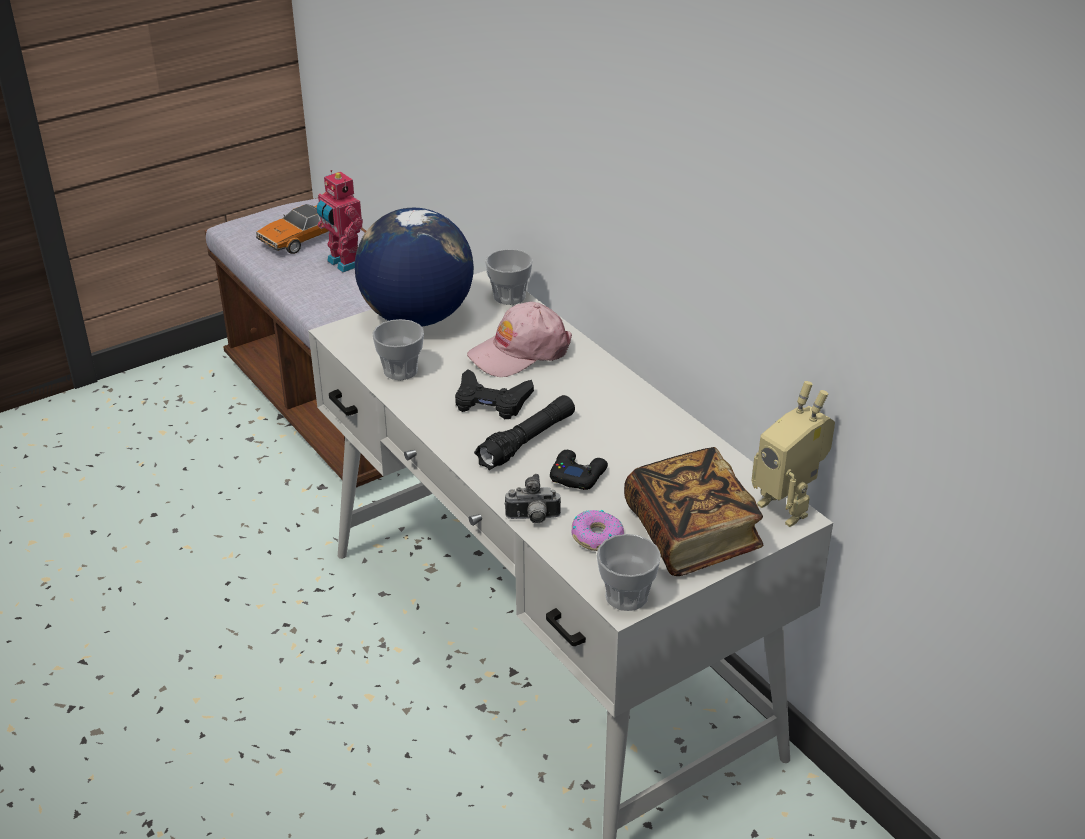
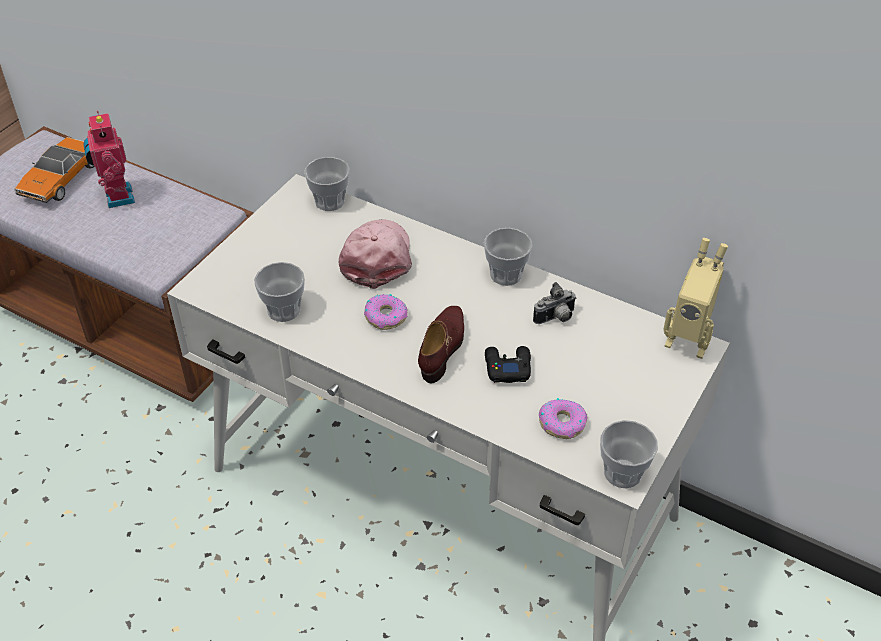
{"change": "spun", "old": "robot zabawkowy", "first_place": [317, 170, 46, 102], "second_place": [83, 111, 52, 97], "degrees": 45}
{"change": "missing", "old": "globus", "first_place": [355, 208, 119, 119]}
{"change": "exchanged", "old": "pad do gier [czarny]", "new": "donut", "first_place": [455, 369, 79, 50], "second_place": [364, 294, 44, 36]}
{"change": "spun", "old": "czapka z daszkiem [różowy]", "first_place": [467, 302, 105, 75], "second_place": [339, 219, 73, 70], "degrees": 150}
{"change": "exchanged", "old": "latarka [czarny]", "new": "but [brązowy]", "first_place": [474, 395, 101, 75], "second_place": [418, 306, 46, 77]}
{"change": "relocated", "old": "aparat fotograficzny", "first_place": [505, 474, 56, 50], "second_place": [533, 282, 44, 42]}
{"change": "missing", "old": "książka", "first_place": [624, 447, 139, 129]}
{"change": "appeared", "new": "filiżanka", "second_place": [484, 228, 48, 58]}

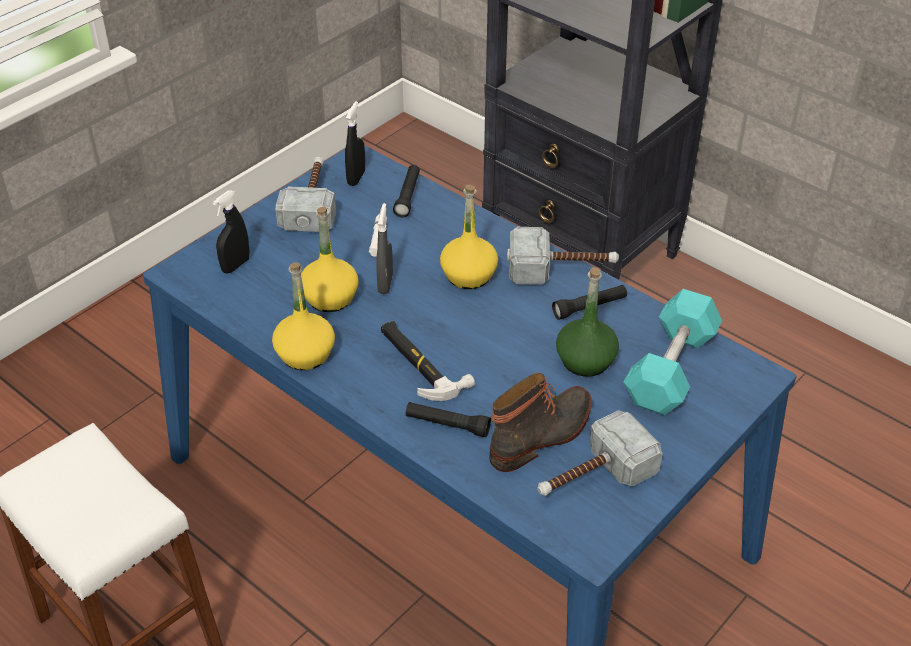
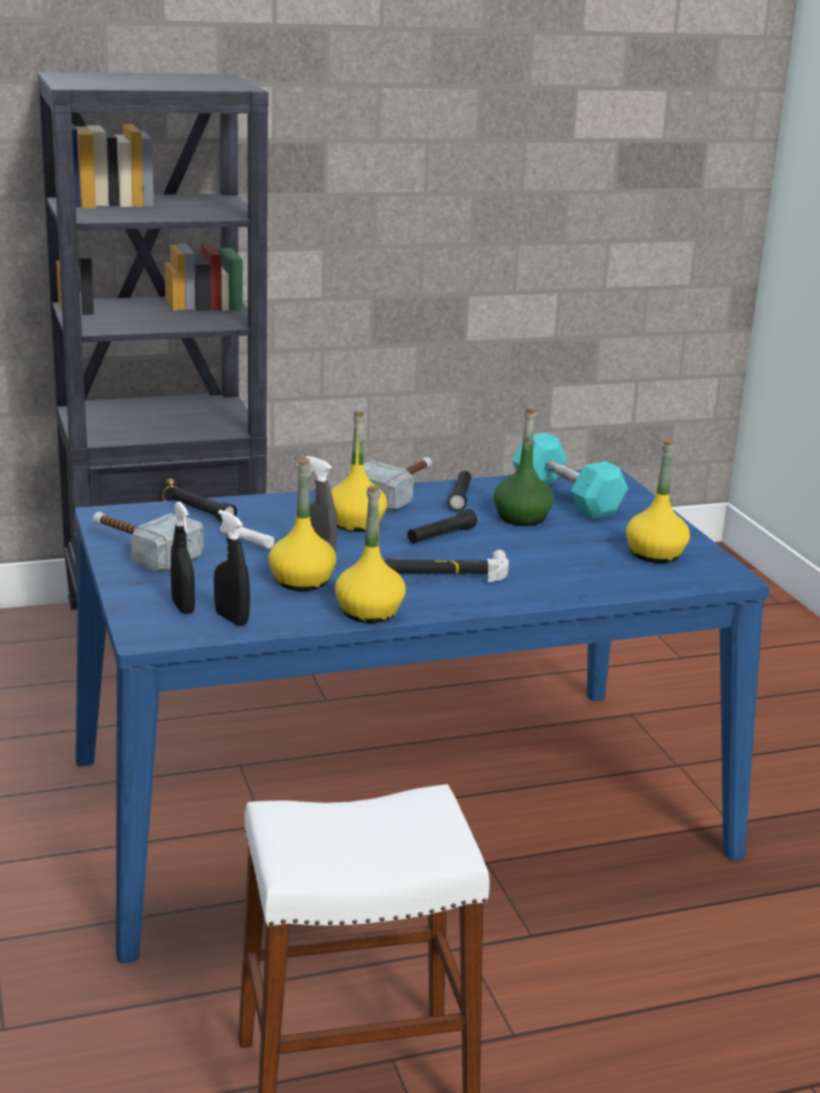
{"change": "relocated", "old": "spryskiwacz [czarny]", "first_place": [345, 101, 20, 85], "second_place": [214, 510, 36, 116]}
{"change": "relocated", "old": "latarka [czarny]", "first_place": [406, 402, 85, 35], "second_place": [407, 509, 70, 34]}
{"change": "missing", "old": "but z cholewką", "first_place": [489, 373, 103, 99]}
{"change": "exchanged", "old": "młotek", "new": "butelka [żółty]", "first_place": [537, 410, 125, 86], "second_place": [626, 439, 64, 124]}

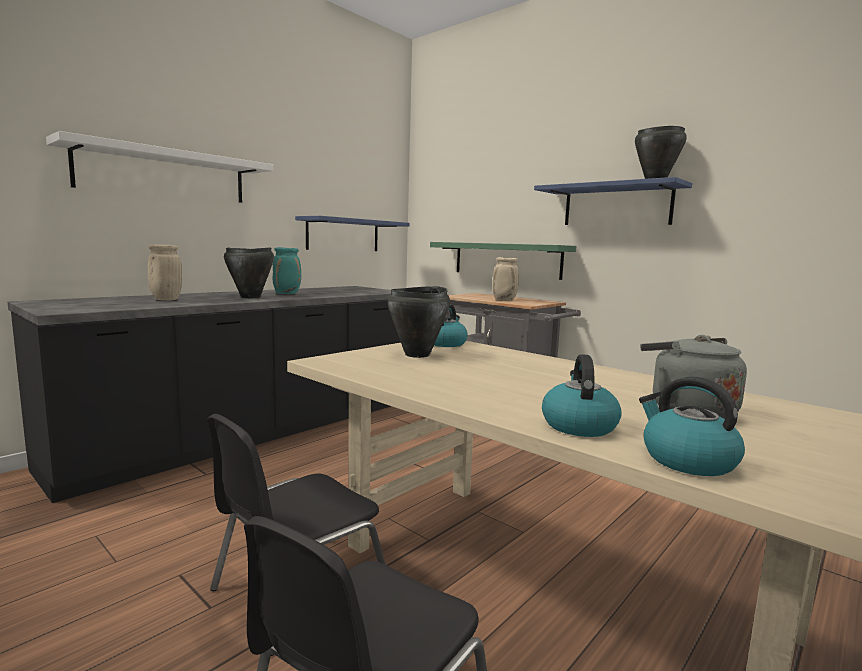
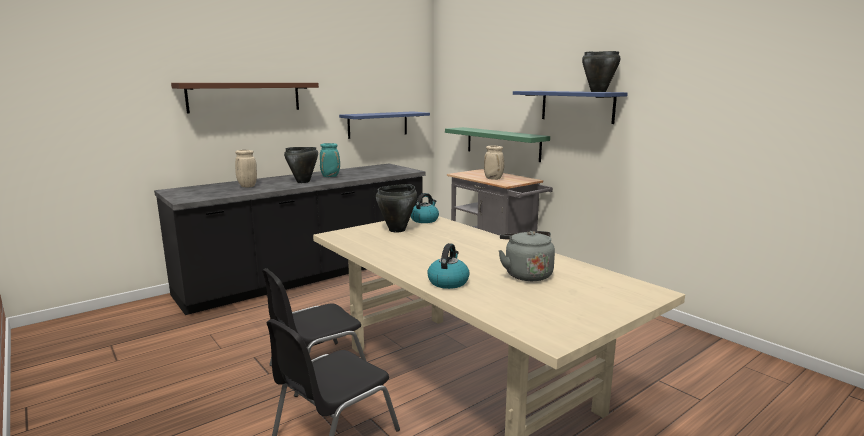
{"change": "colour", "old": "półka [biały]", "new": "półka [brązowy]", "first_place": [46, 131, 227, 72], "second_place": [171, 83, 148, 31]}
{"change": "missing", "old": "czajnik", "first_place": [639, 377, 106, 99]}

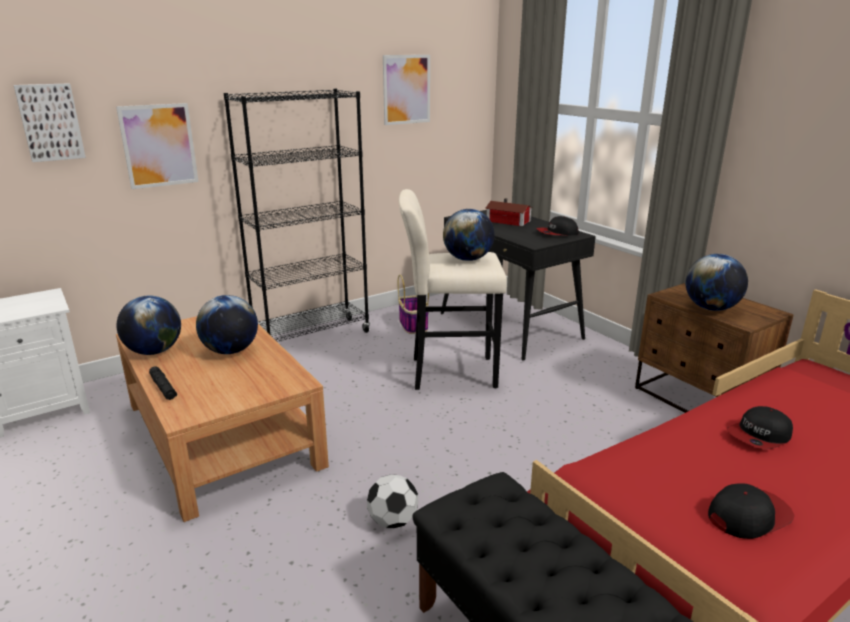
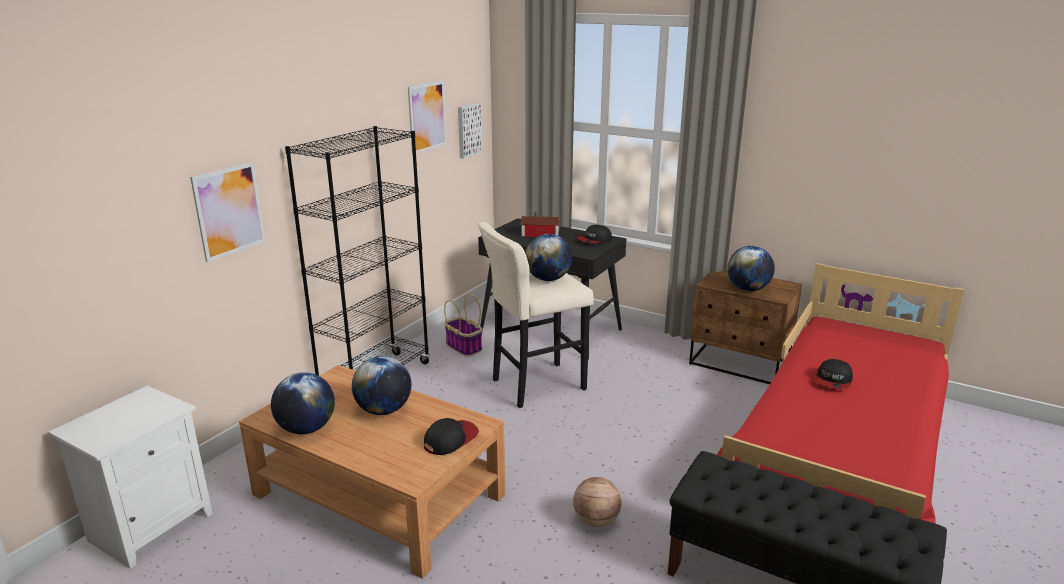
{"change": "relocated", "old": "obraz", "first_place": [14, 83, 72, 79], "second_place": [458, 103, 25, 56]}
{"change": "missing", "old": "latarka [czarny]", "first_place": [149, 366, 28, 34]}
{"change": "exchanged", "old": "piłka futbolowa", "new": "piłka do koszykówki", "first_place": [367, 474, 51, 54], "second_place": [573, 477, 49, 50]}
{"change": "relocated", "old": "czapka z daszkiem", "first_place": [708, 483, 87, 56], "second_place": [424, 418, 55, 37]}

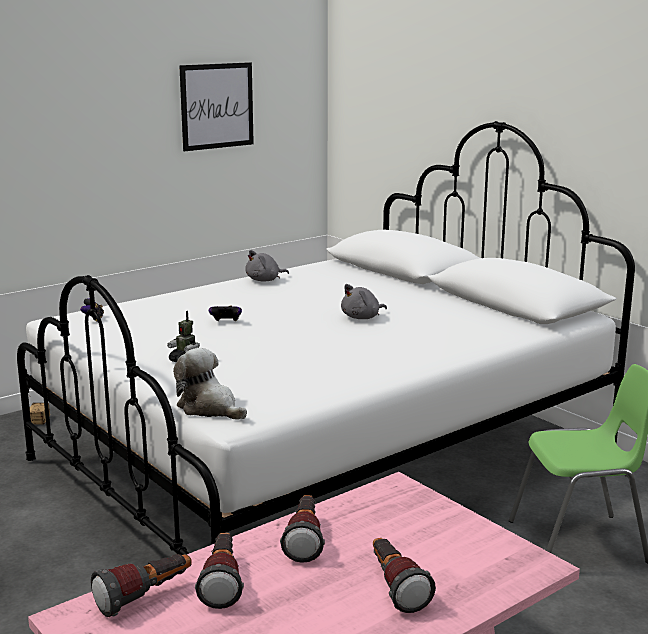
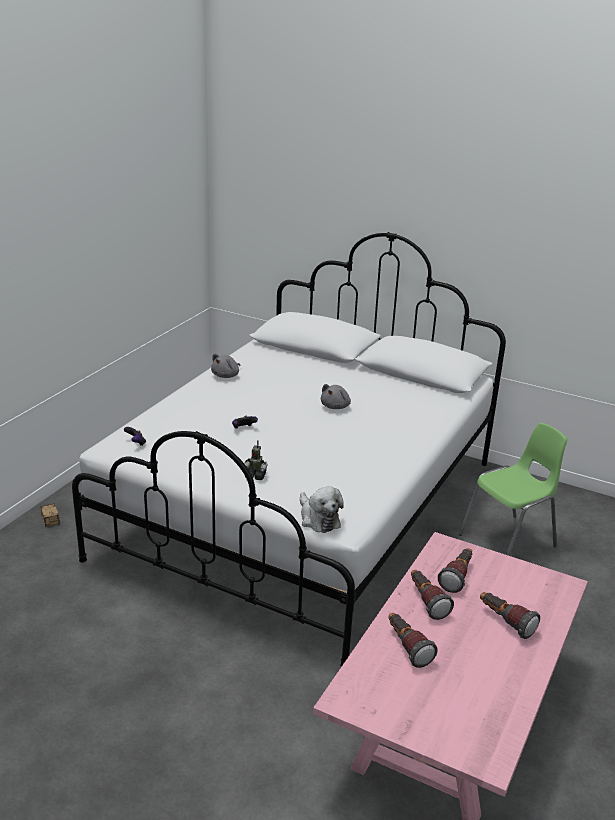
{"change": "relocated", "old": "latarka", "first_place": [91, 554, 101, 63], "second_place": [438, 548, 34, 45]}
{"change": "spun", "old": "pluszak", "first_place": [173, 348, 74, 72], "second_place": [300, 486, 44, 47], "degrees": -135}
{"change": "missing", "old": "obraz", "first_place": [179, 62, 75, 89]}

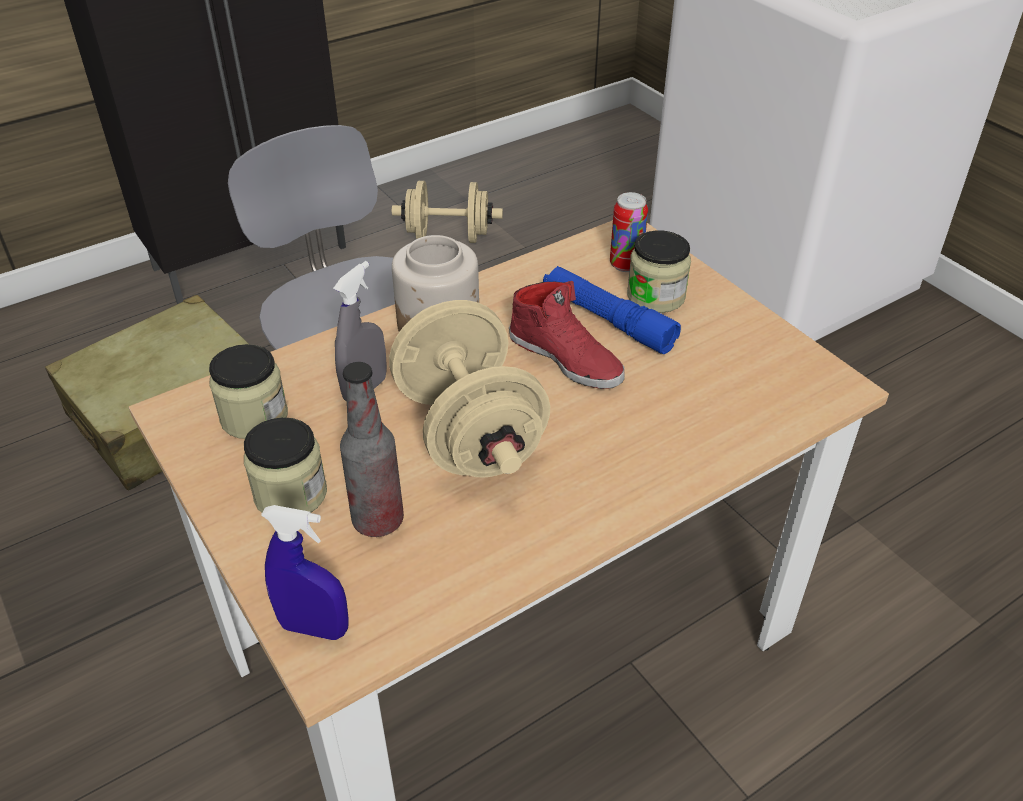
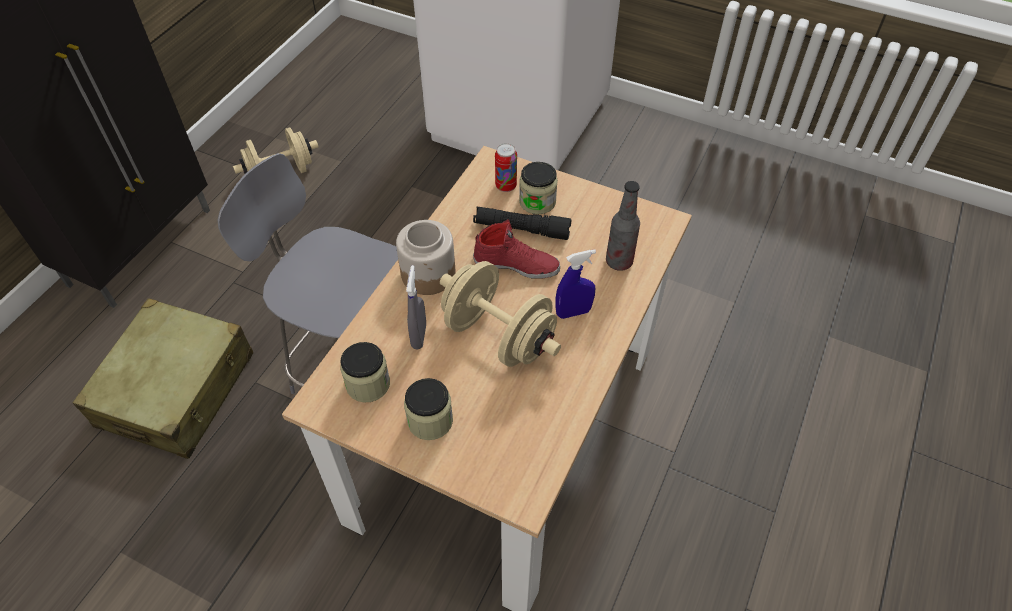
{"change": "relocated", "old": "spryskiwacz [niebieski]", "first_place": [261, 505, 88, 135], "second_place": [555, 249, 41, 70]}
{"change": "relocated", "old": "butelka", "first_place": [340, 362, 64, 175], "second_place": [606, 181, 34, 90]}
{"change": "colour", "old": "latarka [niebieski]", "new": "latarka [czarny]", "first_place": [543, 266, 138, 88], "second_place": [473, 207, 98, 33]}

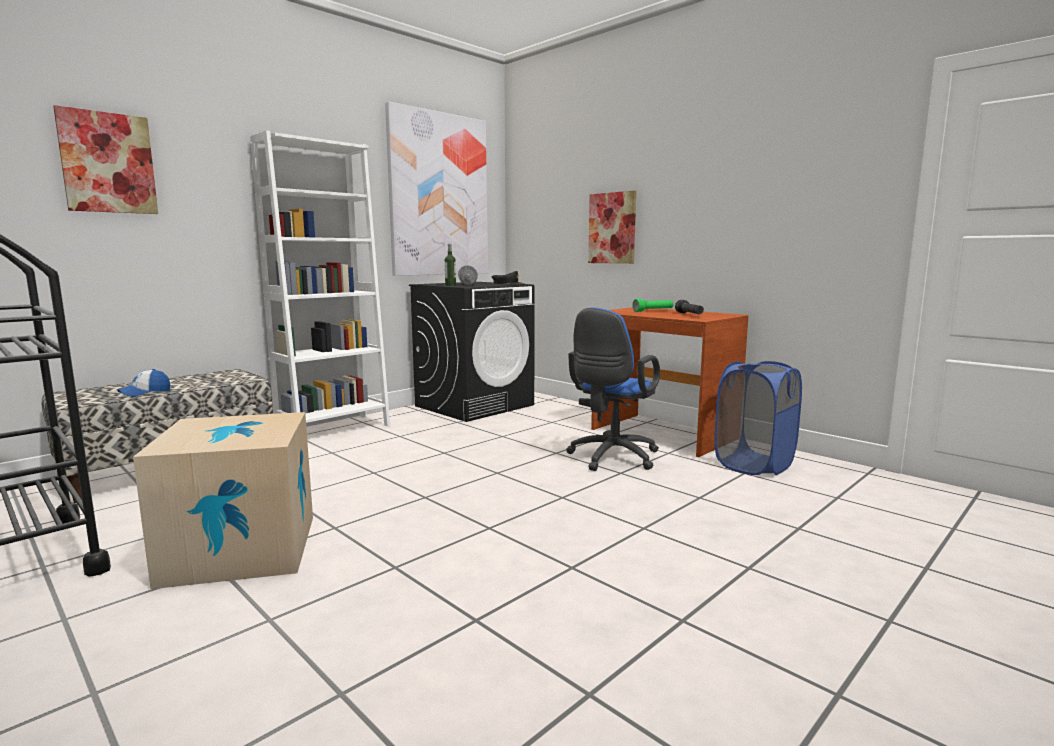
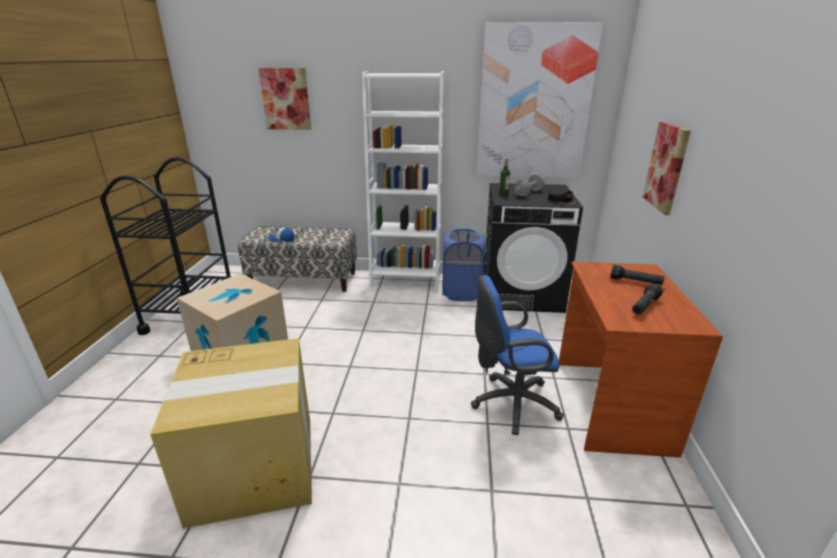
{"change": "colour", "old": "latarka [zielony]", "new": "latarka [czarny]", "first_place": [632, 299, 41, 13], "second_place": [610, 264, 54, 21]}
{"change": "relocated", "old": "kosz na pranie [niebieski]", "first_place": [714, 361, 88, 114], "second_place": [443, 229, 42, 72]}
{"change": "appeared", "new": "karton", "second_place": [150, 338, 162, 191]}

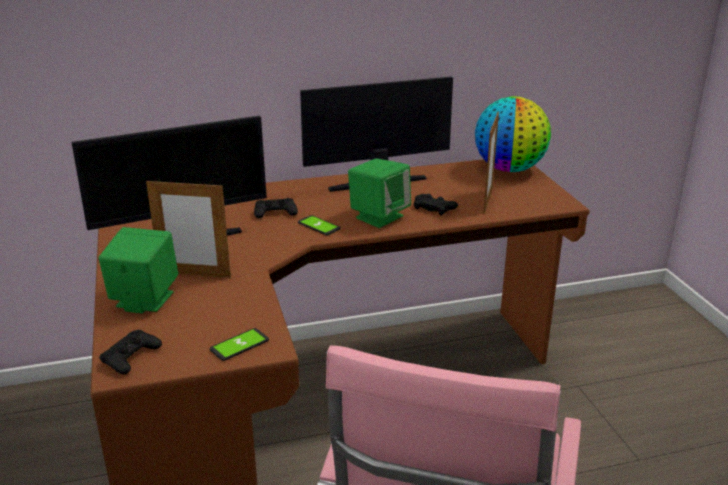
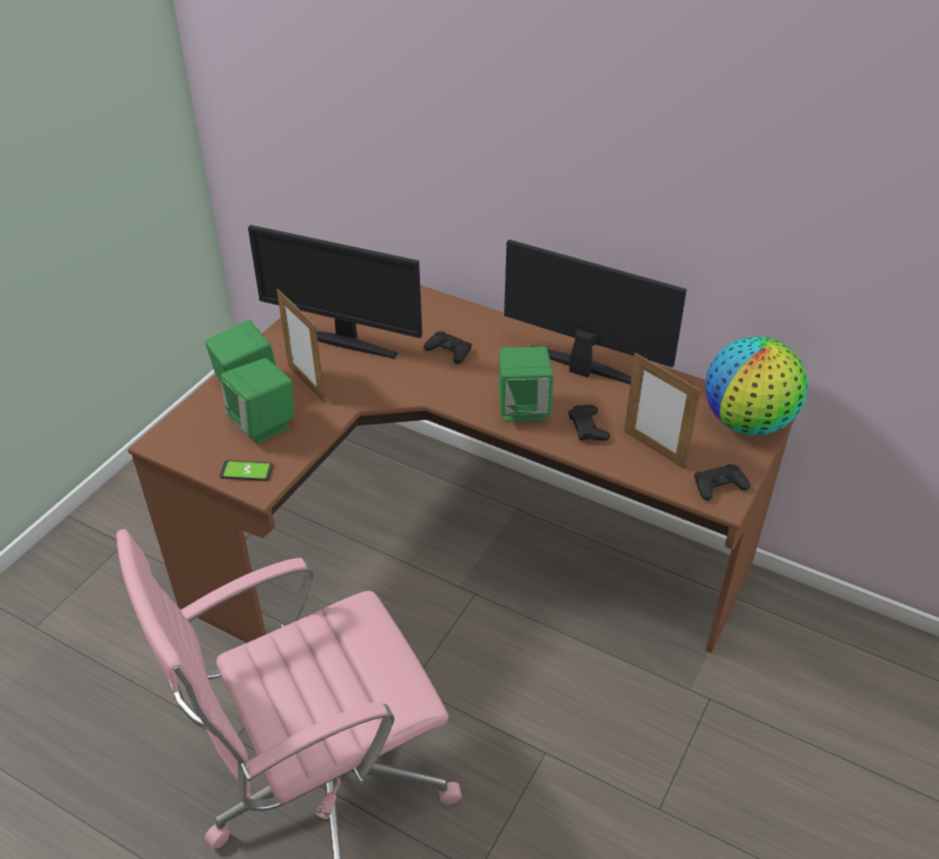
{"change": "relocated", "old": "pad do gier [czarny]", "first_place": [99, 330, 63, 44], "second_place": [694, 464, 56, 36]}
{"change": "missing", "old": "telefon", "first_place": [298, 215, 43, 20]}
{"change": "spun", "old": "ramka na zdjęcie", "first_place": [483, 111, 16, 102], "second_place": [624, 353, 77, 116], "degrees": 75}
{"change": "appeared", "new": "głośnik [zielony]", "second_place": [221, 358, 73, 86]}

